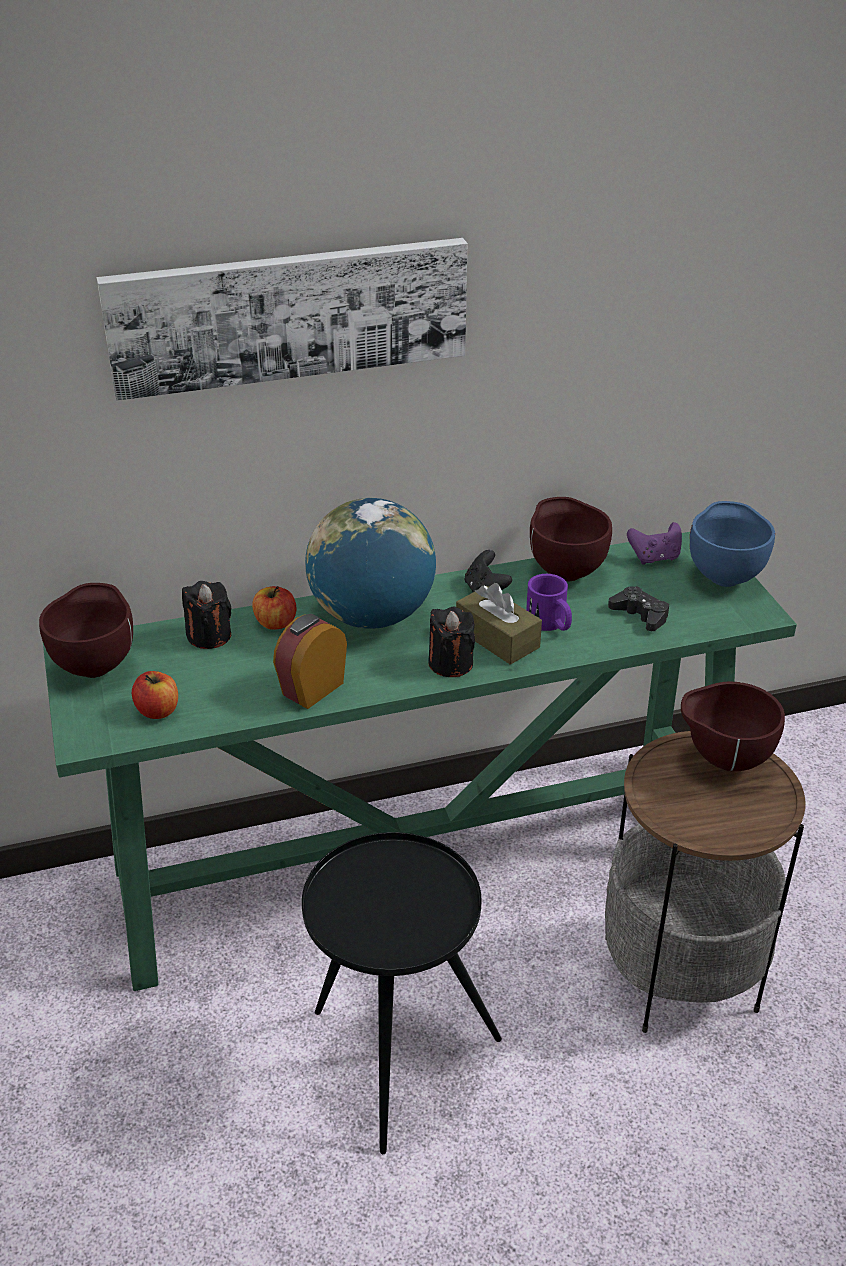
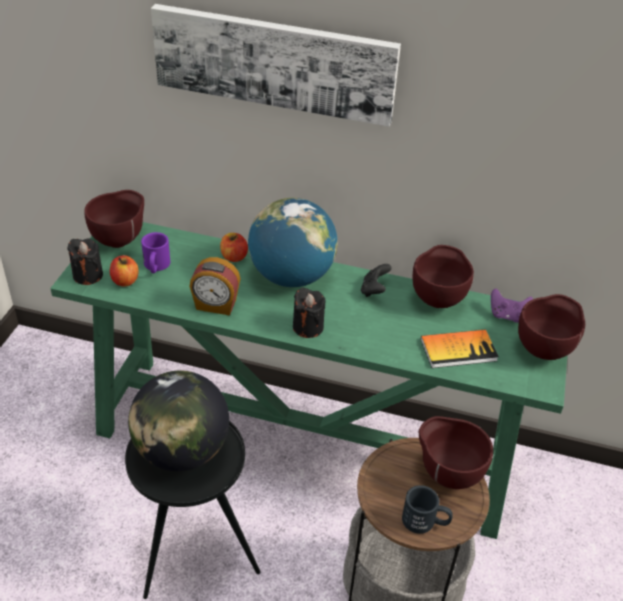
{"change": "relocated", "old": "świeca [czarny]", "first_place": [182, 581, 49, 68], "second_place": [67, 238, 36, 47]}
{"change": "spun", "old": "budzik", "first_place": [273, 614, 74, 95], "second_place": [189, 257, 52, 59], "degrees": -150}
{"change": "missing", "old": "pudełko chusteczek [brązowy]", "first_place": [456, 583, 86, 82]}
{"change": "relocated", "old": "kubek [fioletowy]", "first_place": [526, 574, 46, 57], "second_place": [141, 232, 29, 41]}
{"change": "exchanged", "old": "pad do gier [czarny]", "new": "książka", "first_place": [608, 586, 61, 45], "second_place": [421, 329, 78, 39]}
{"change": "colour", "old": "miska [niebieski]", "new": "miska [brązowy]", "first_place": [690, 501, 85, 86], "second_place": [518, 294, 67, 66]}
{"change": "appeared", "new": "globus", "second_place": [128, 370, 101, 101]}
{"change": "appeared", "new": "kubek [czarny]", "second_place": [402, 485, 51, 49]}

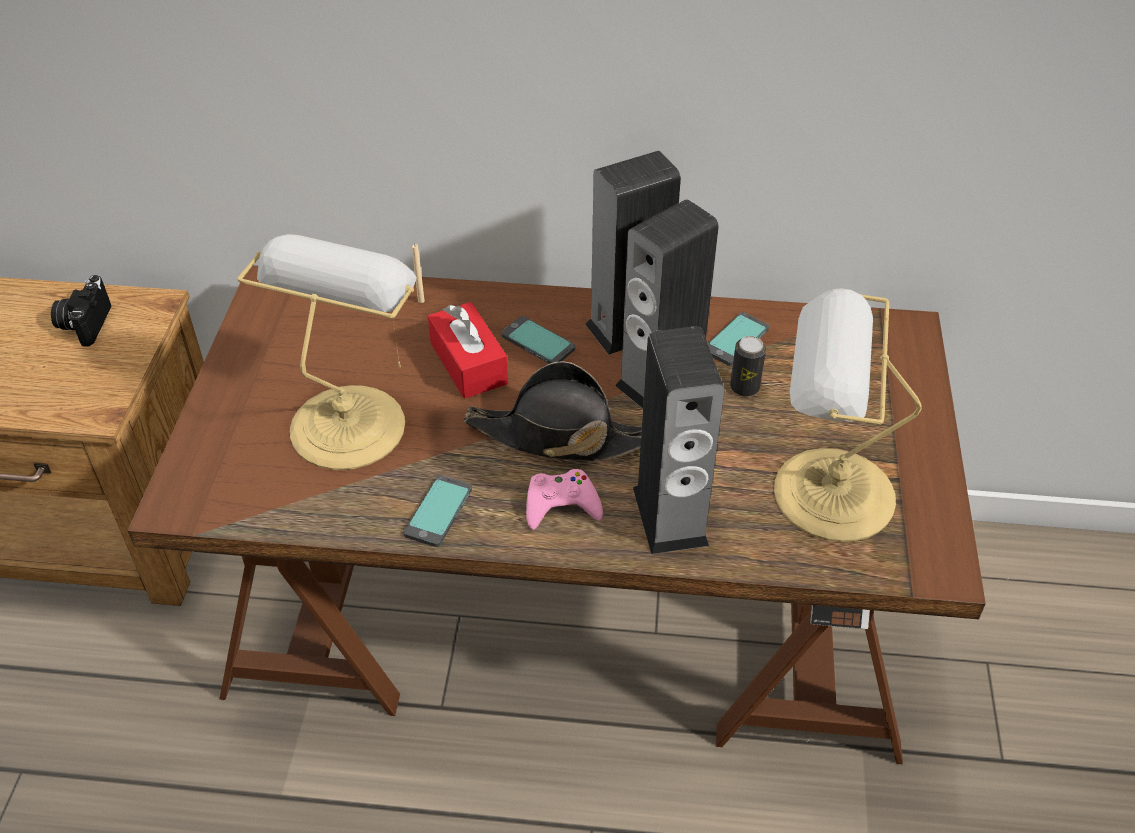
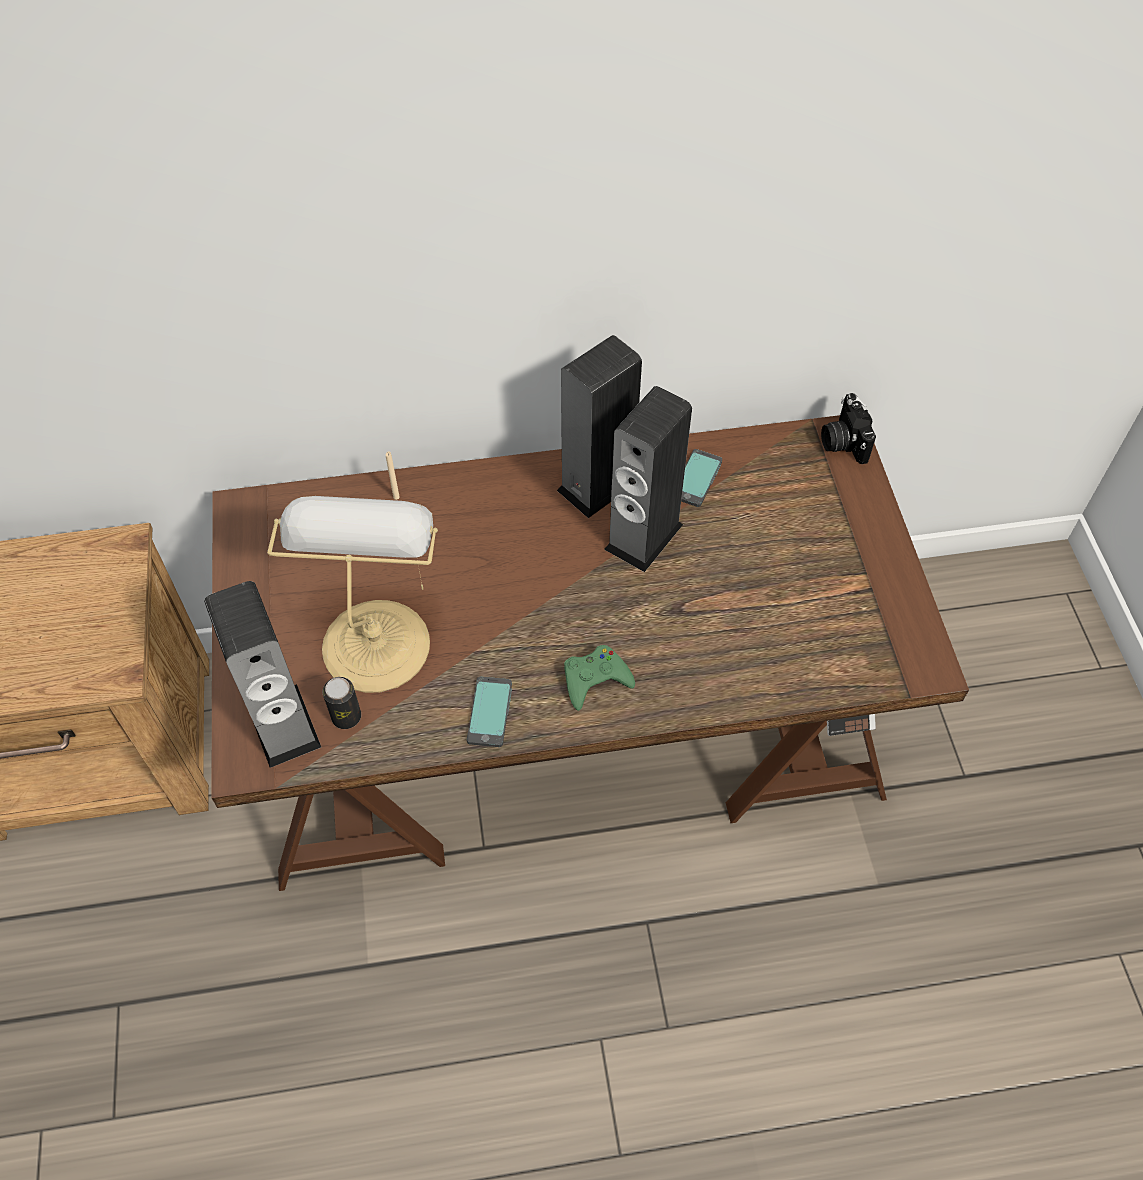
{"change": "relocated", "old": "aparat fotograficzny", "first_place": [51, 275, 60, 72], "second_place": [821, 393, 55, 71]}
{"change": "missing", "old": "pudełko chusteczek [czerwony]", "first_place": [428, 302, 80, 97]}
{"change": "missing", "old": "kapelusz [czarny]", "first_place": [464, 361, 178, 100]}
{"change": "missing", "old": "telefon", "first_place": [501, 316, 74, 48]}
{"change": "colour", "old": "pad do gier [różowy]", "new": "pad do gier [zielony]", "first_place": [526, 469, 77, 61], "second_place": [564, 645, 71, 66]}
{"change": "relocated", "old": "głośnik", "first_place": [633, 326, 92, 228], "second_place": [204, 581, 117, 187]}
{"change": "relocated", "old": "puszka", "first_place": [730, 336, 36, 60], "second_place": [323, 677, 38, 52]}
{"change": "missing", "old": "lampa stołowa", "first_place": [774, 288, 148, 254]}

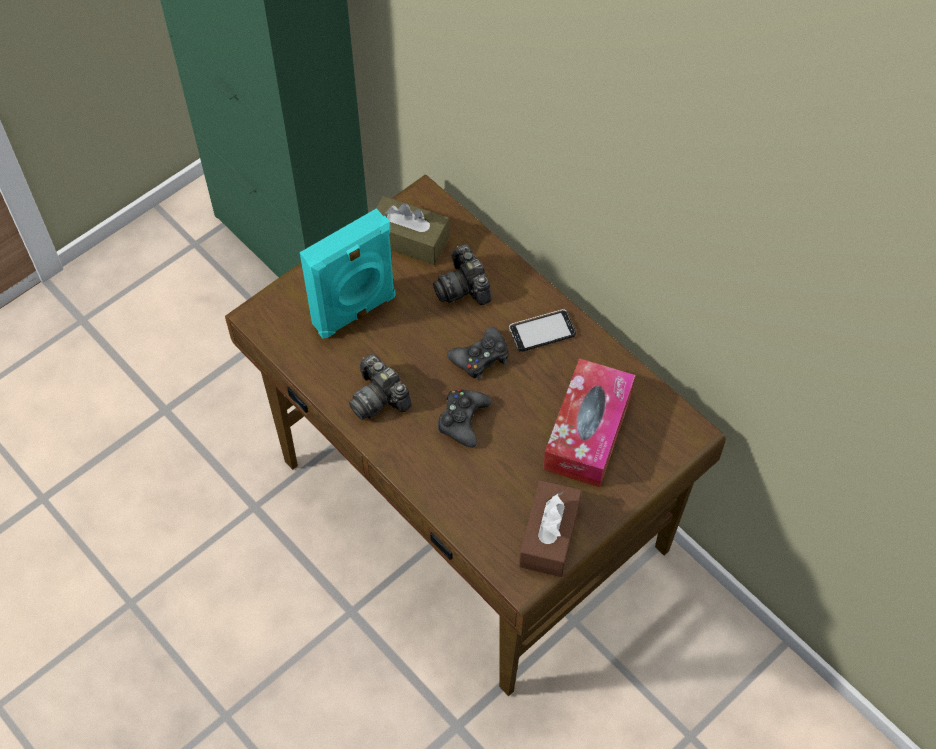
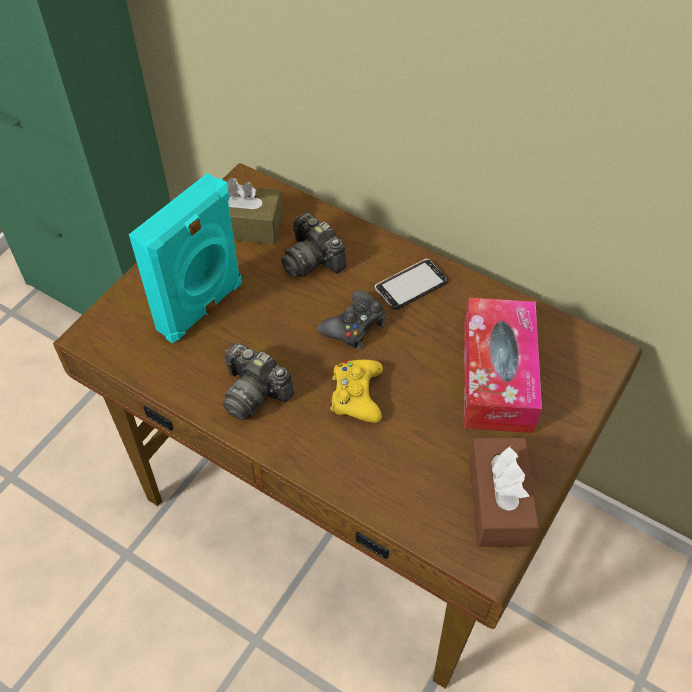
{"change": "colour", "old": "pad do gier [czarny]", "new": "pad do gier [żółty]", "first_place": [437, 389, 54, 59], "second_place": [330, 360, 53, 63]}

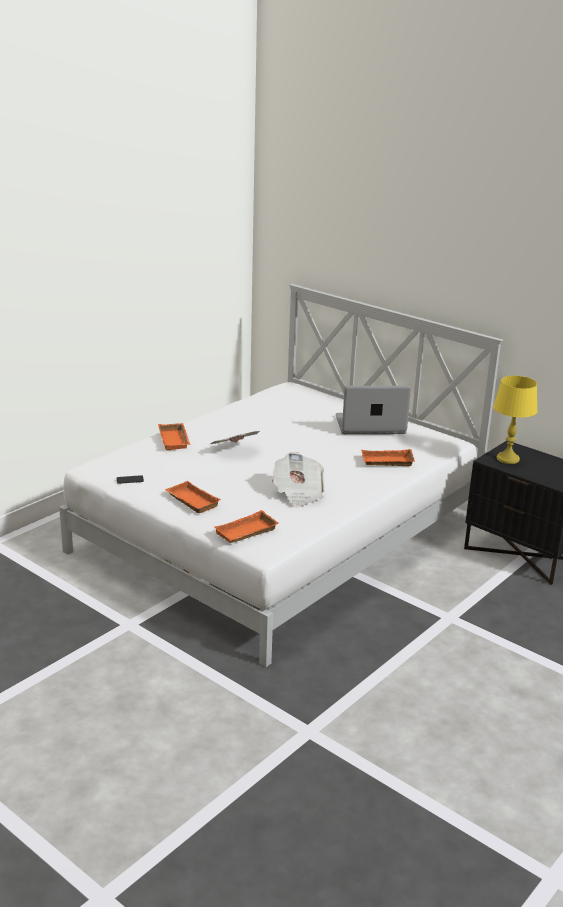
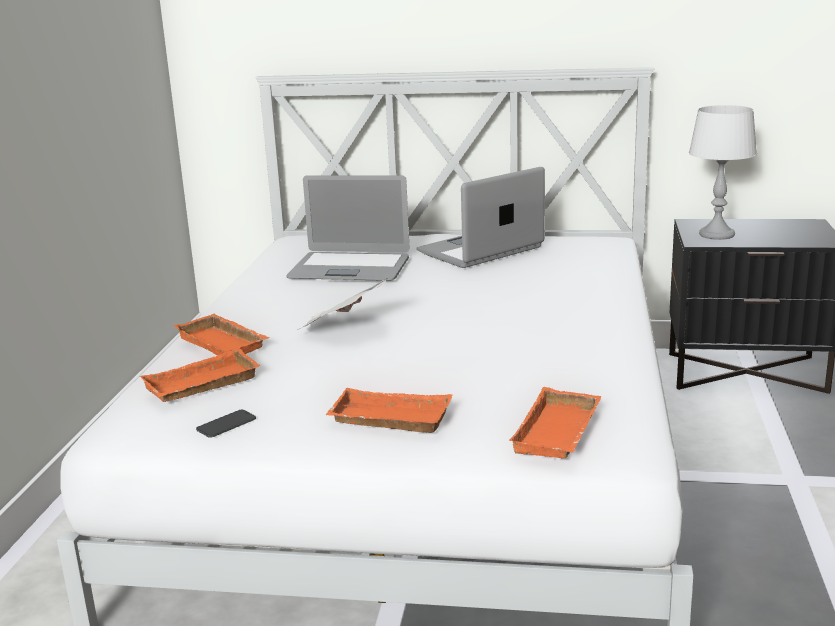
{"change": "missing", "old": "gazeta", "first_place": [272, 452, 53, 56]}
{"change": "relocated", "old": "taca [pomarańczowy]", "first_place": [362, 449, 53, 17], "second_place": [140, 348, 121, 54]}
{"change": "colour", "old": "lampa stołowa [żółty]", "new": "lampa stołowa [szary]", "first_place": [493, 376, 44, 88], "second_place": [689, 105, 68, 135]}
{"change": "appeared", "new": "laptop", "second_place": [286, 175, 123, 106]}

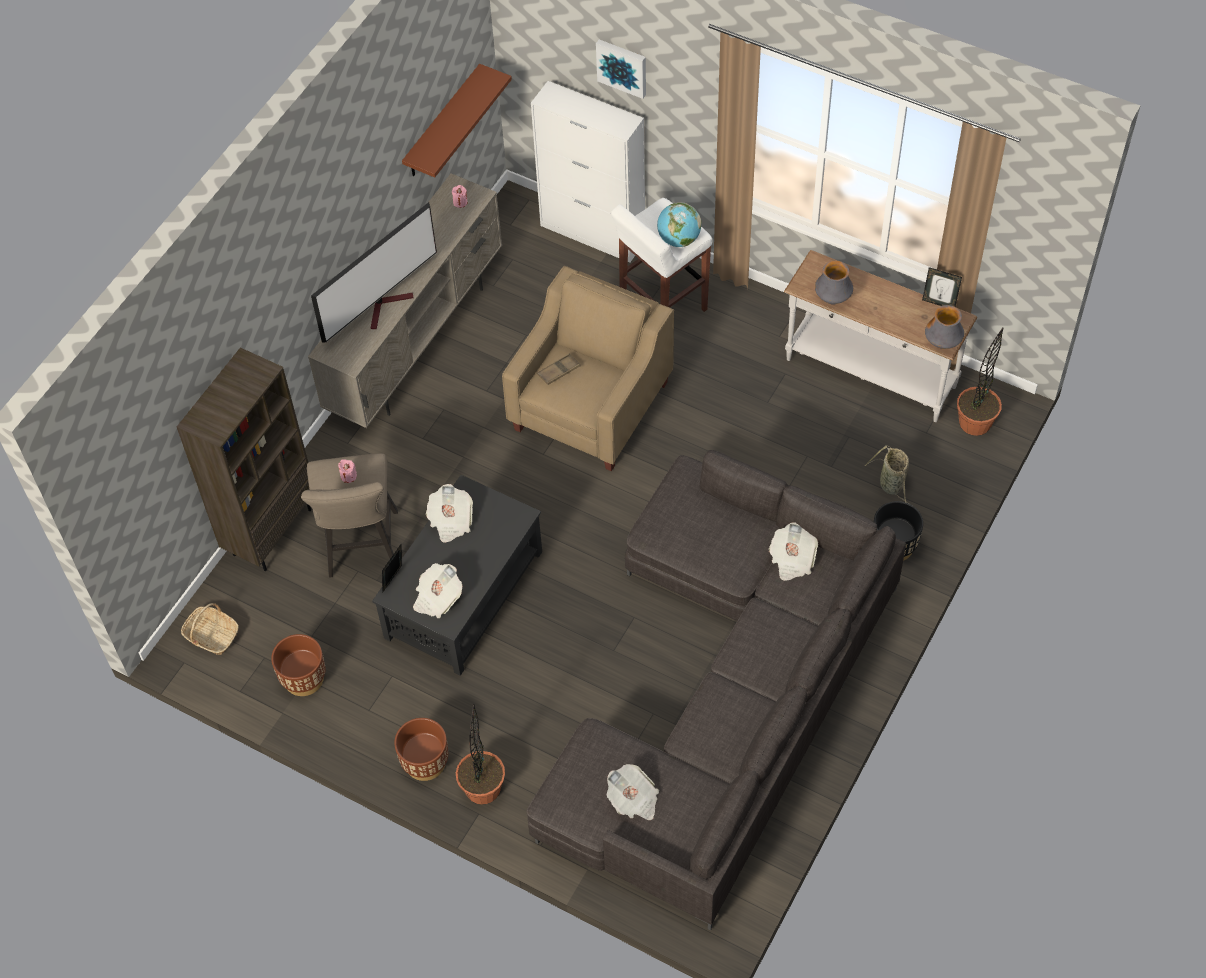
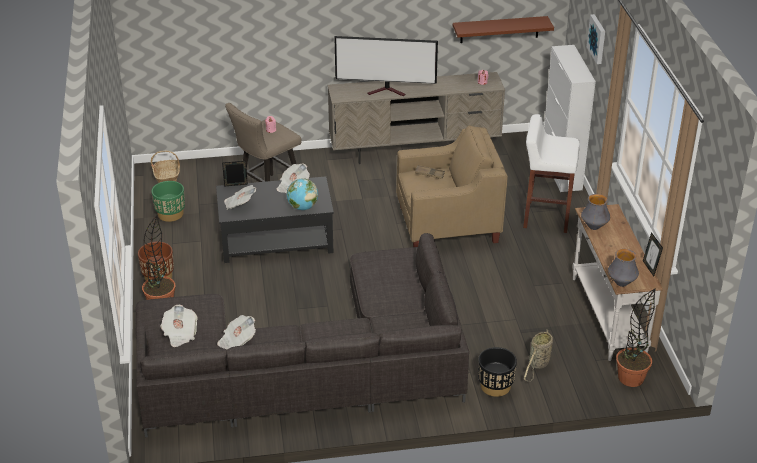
{"change": "missing", "old": "regał [brązowy]", "first_place": [177, 348, 134, 223]}
{"change": "colour", "old": "donica [brązowy]", "new": "donica [zielony]", "first_place": [271, 634, 55, 62], "second_place": [151, 181, 34, 41]}
{"change": "relocated", "old": "globus", "first_place": [657, 202, 44, 45], "second_place": [287, 178, 31, 32]}
{"change": "relocated", "old": "gazeta", "first_place": [769, 522, 49, 59], "second_place": [217, 315, 39, 35]}

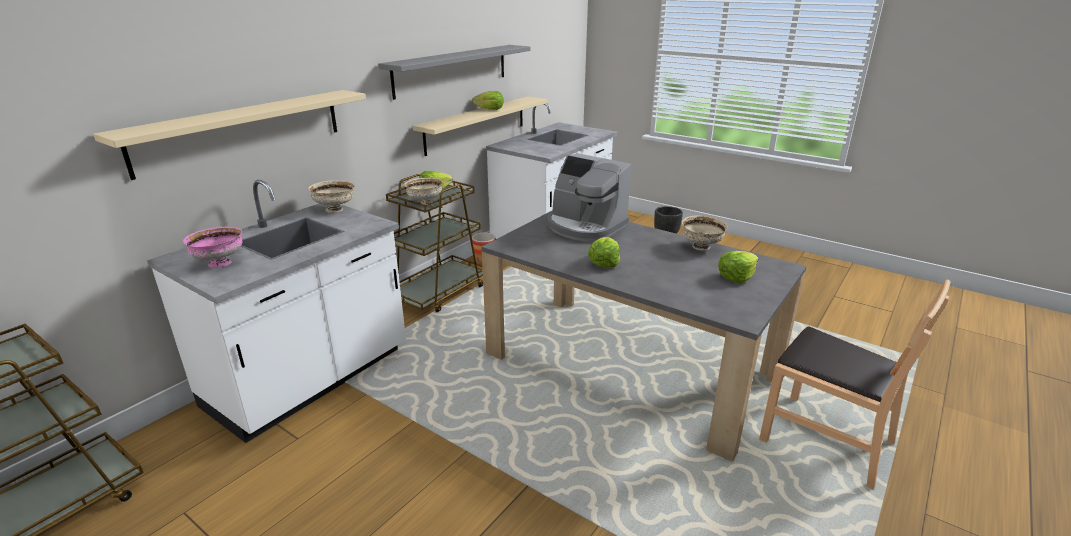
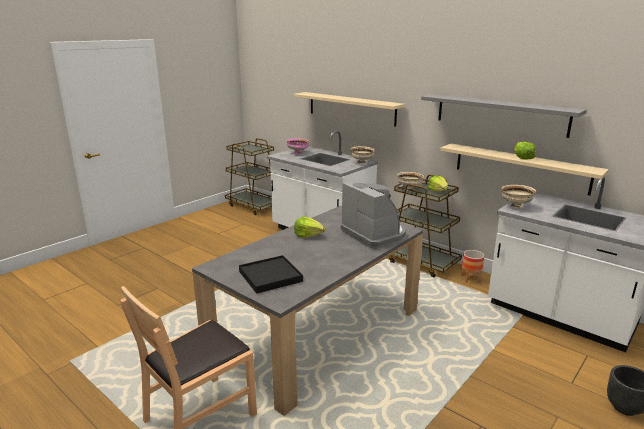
{"change": "spun", "old": "ekspres do kawy", "first_place": [547, 153, 84, 88], "second_place": [341, 183, 65, 66], "degrees": 105}
{"change": "relocated", "old": "miska [beżowy]", "first_place": [682, 215, 46, 36], "second_place": [501, 185, 35, 24]}
{"change": "exchanged", "old": "sałata", "new": "taca [czarny]", "first_place": [718, 251, 41, 32], "second_place": [239, 255, 64, 39]}

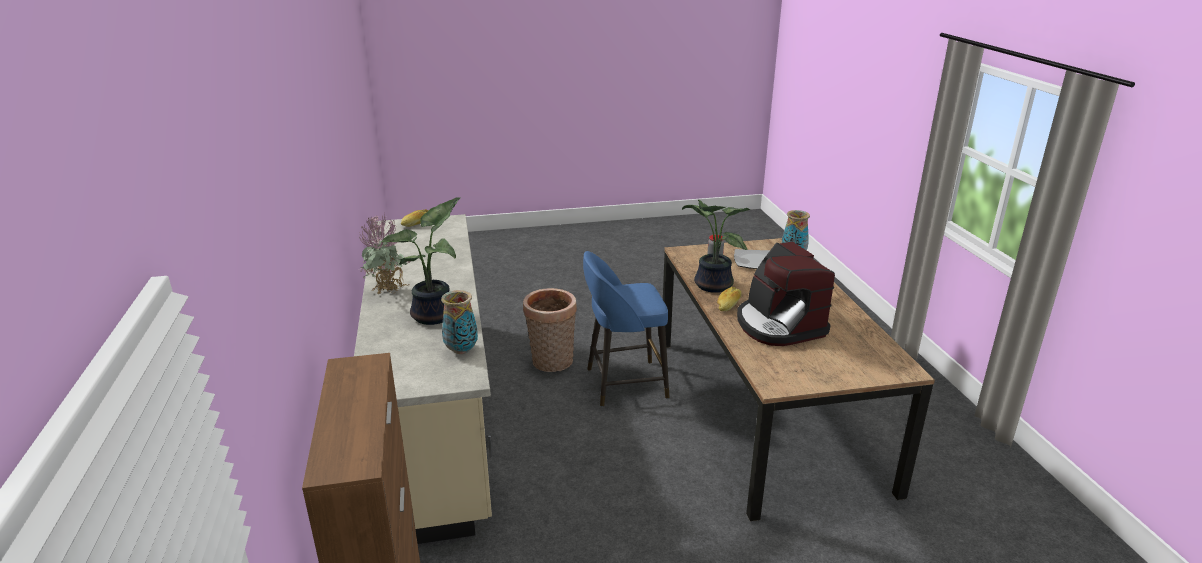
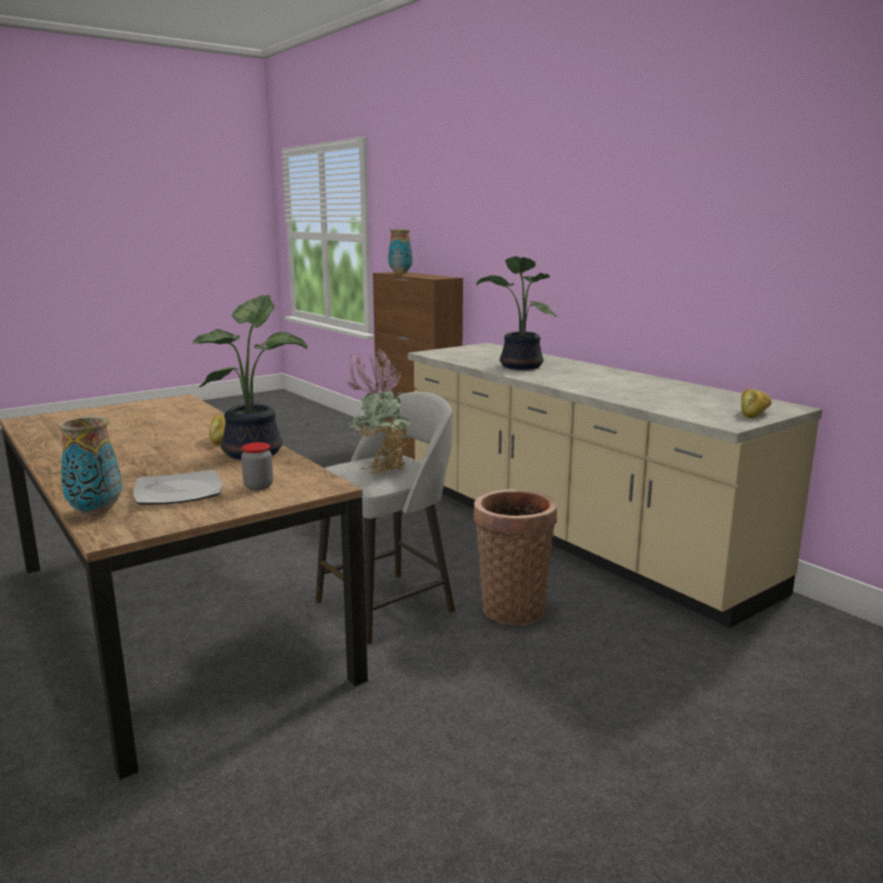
{"change": "relocated", "old": "roślina doniczkowa", "first_place": [359, 215, 51, 79], "second_place": [346, 349, 66, 125]}
{"change": "relocated", "old": "wazon", "first_place": [441, 290, 37, 64], "second_place": [388, 229, 25, 45]}
{"change": "colour", "old": "stołek [niebieski]", "new": "stołek [szary]", "first_place": [583, 251, 87, 156], "second_place": [316, 391, 139, 253]}
{"change": "missing", "old": "ekspres do kawy", "first_place": [737, 241, 98, 105]}

